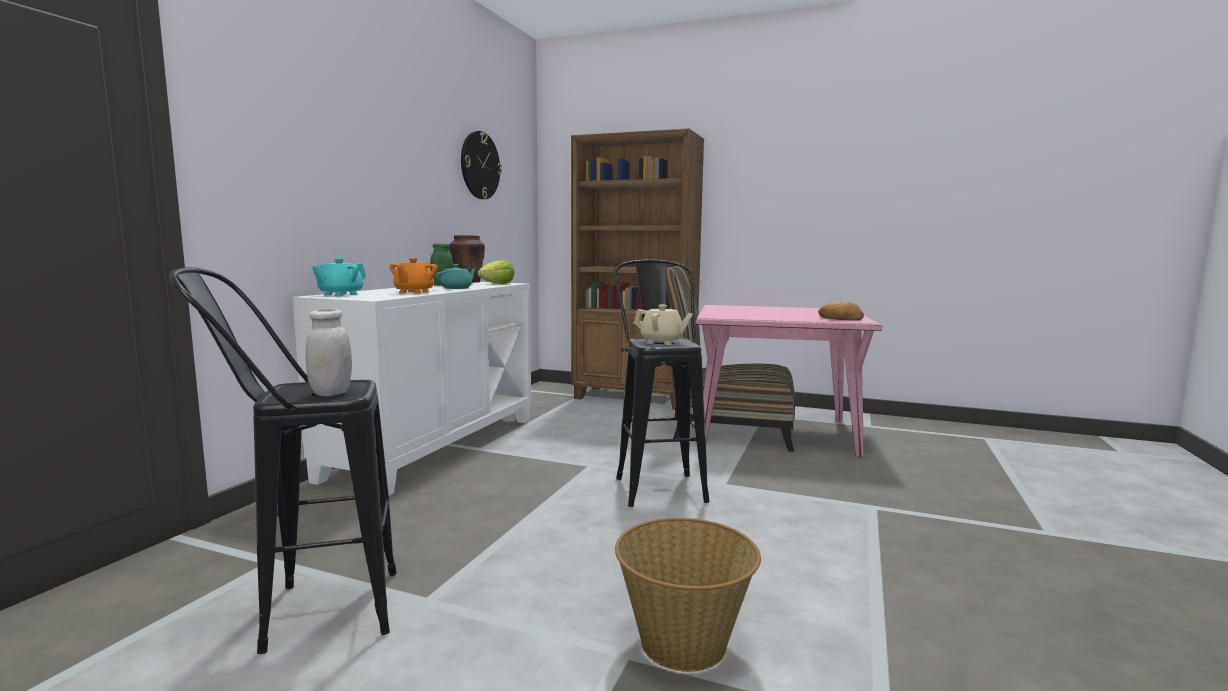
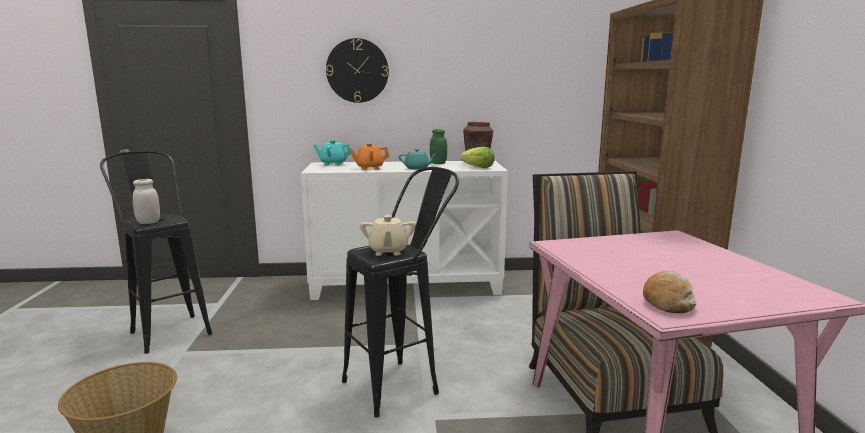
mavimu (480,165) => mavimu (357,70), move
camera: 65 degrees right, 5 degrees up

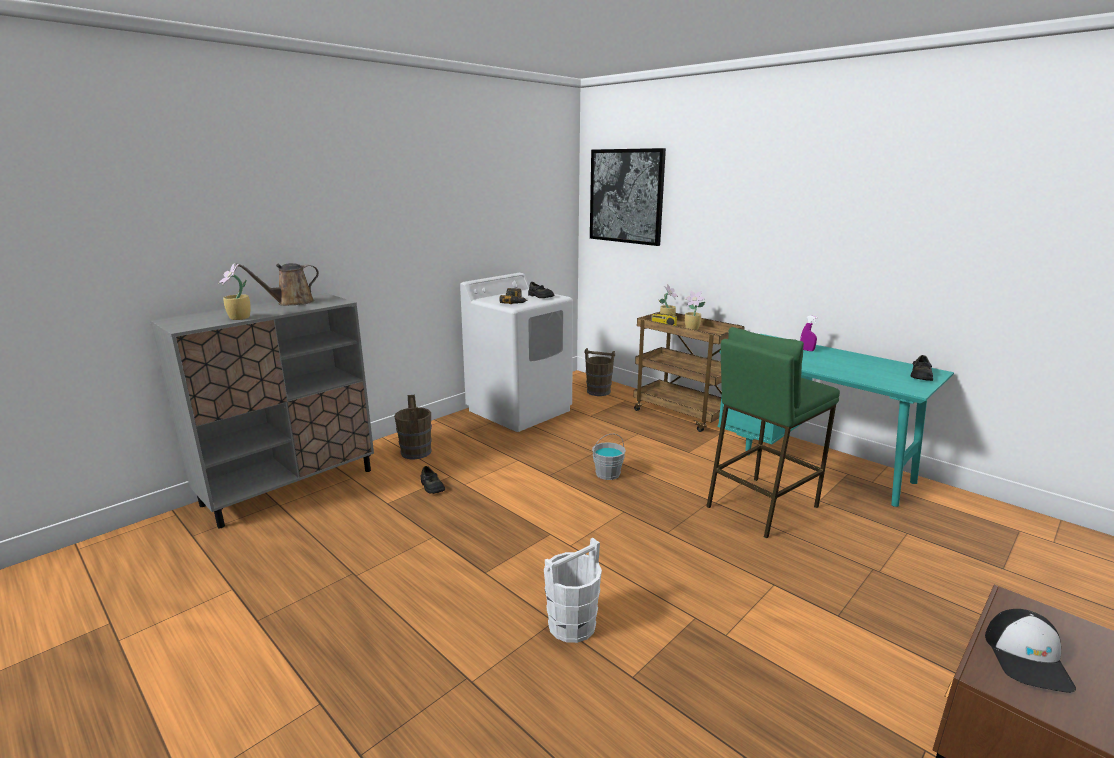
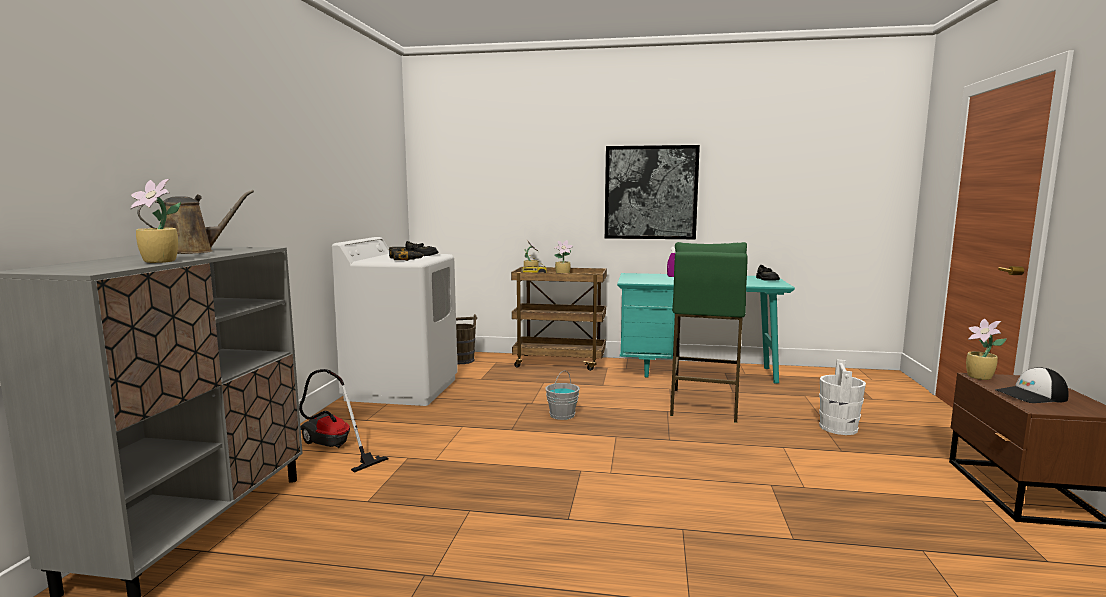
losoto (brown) (292,303) => losoto (brown) (192,251), 150 degrees counterclockwise
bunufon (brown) (416,452) => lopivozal (333,448)
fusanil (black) (432,487) => nothing
bunufon (white) (572,624) => bunufon (white) (838,428), move
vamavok (626,196) => vamavok (650,192), move
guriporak (1028,659) => guriporak (1031,396), 105 degrees clockwise
nothing => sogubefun (980,377)
camera: 35 degrees left, 10 degrees down

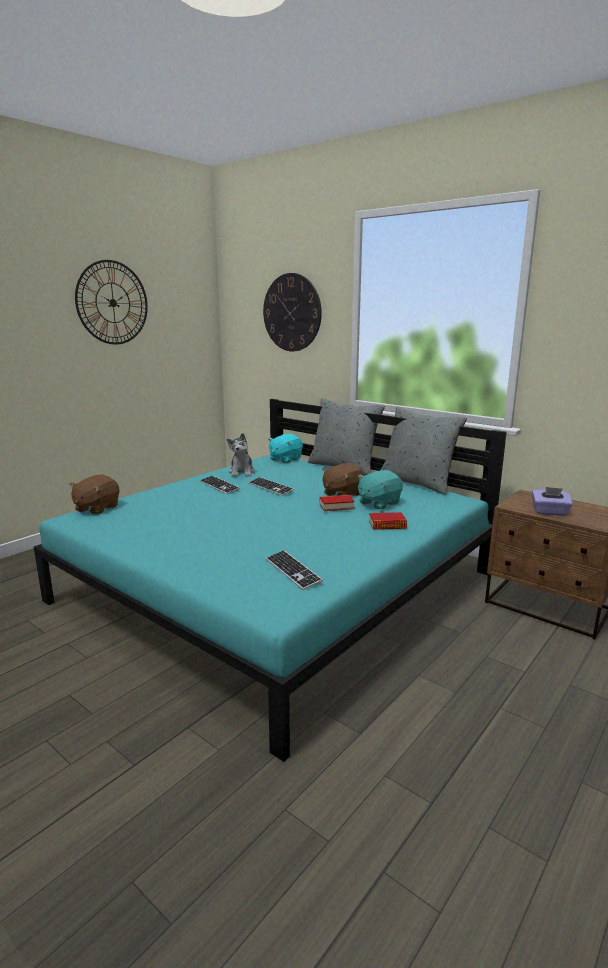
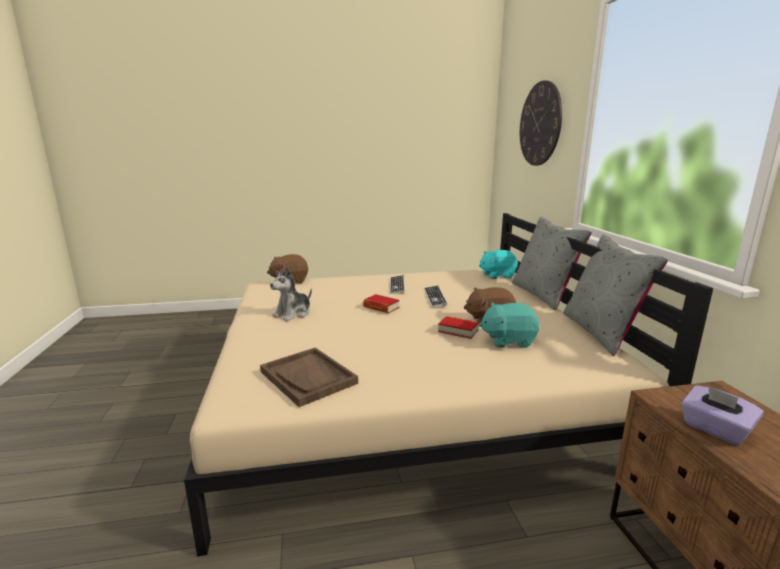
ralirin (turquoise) (278,586) => ralirin (beige) (406,395)
mavimu (112,303) => nothing
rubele (242,472) => rubele (293,313), move
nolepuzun (293,571) => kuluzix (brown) (308,377)
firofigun (387,525) => firofigun (381,307), move
camera: 40 degrees right, 0 degrees up

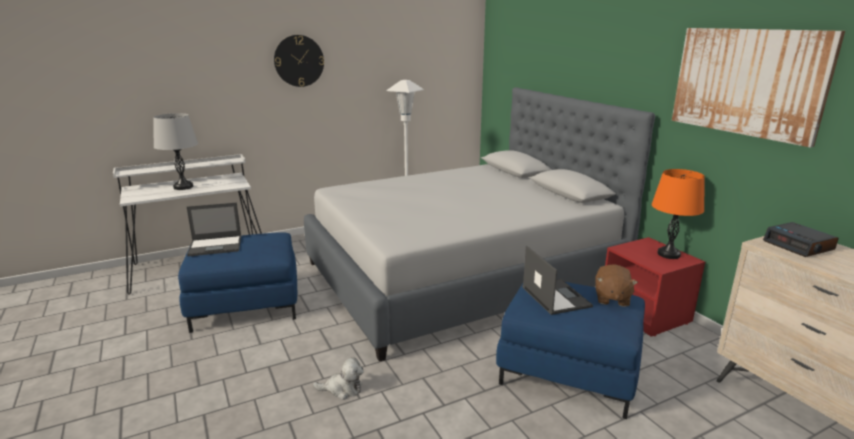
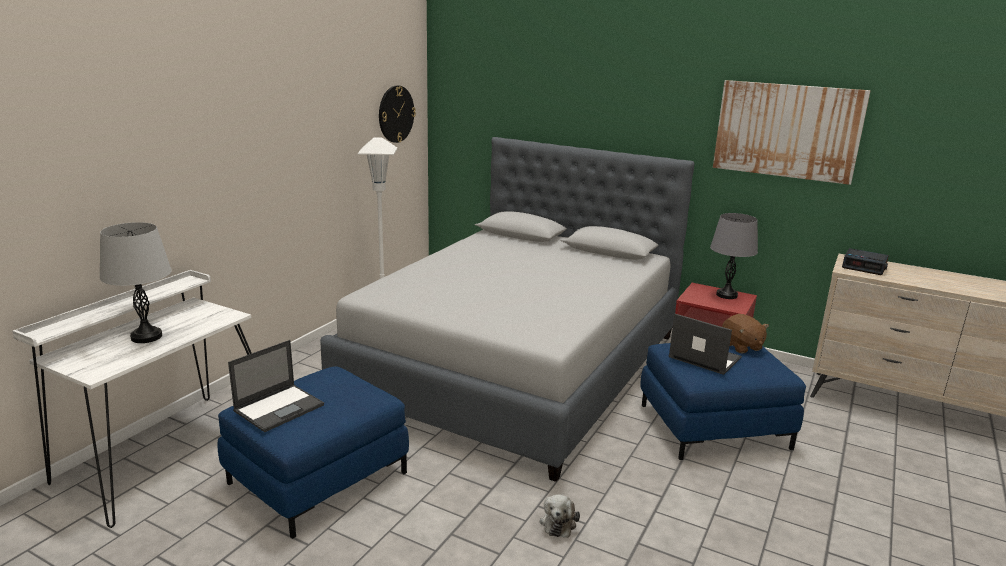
mavimu (299,61) => mavimu (396,114), move
rubele (342,389) => rubele (558,522), 135 degrees clockwise
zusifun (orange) (668,254) => zusifun (grey) (726,295)
camera: 35 degrees left, 0 degrees up

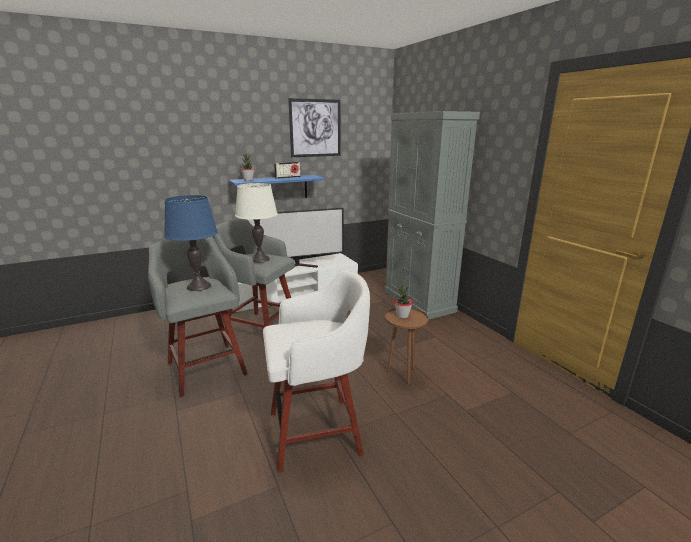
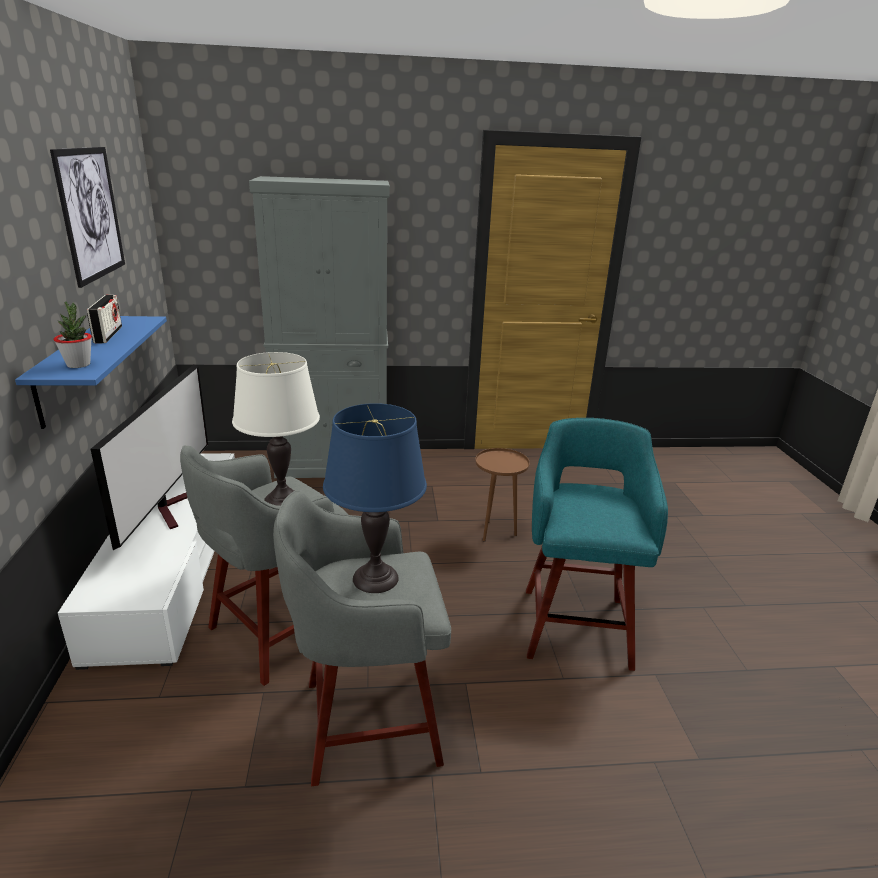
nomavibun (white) (318,431) => nomavibun (turquoise) (576,624)
sogubefun (402,315) => nothing
camera: 70 degrees left, 5 degrees up

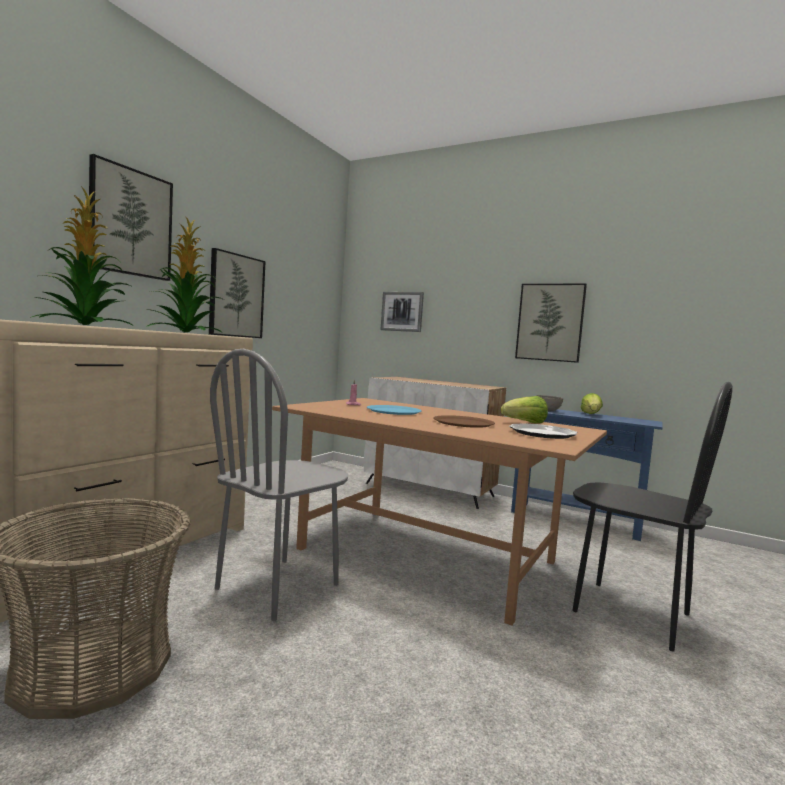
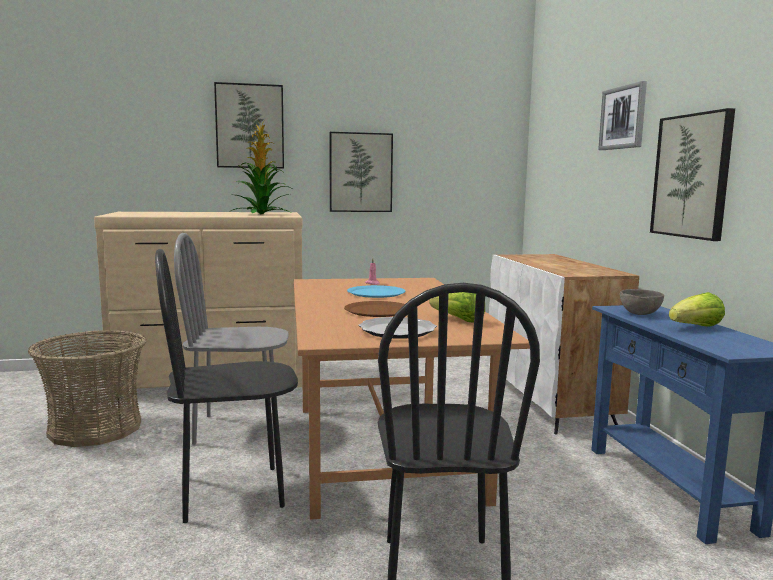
sogubefun (84,325) => nothing
vamavok (402,311) => vamavok (623,117), move
nothing => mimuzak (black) (232,492)
camera: 50 degrees right, 5 degrees up

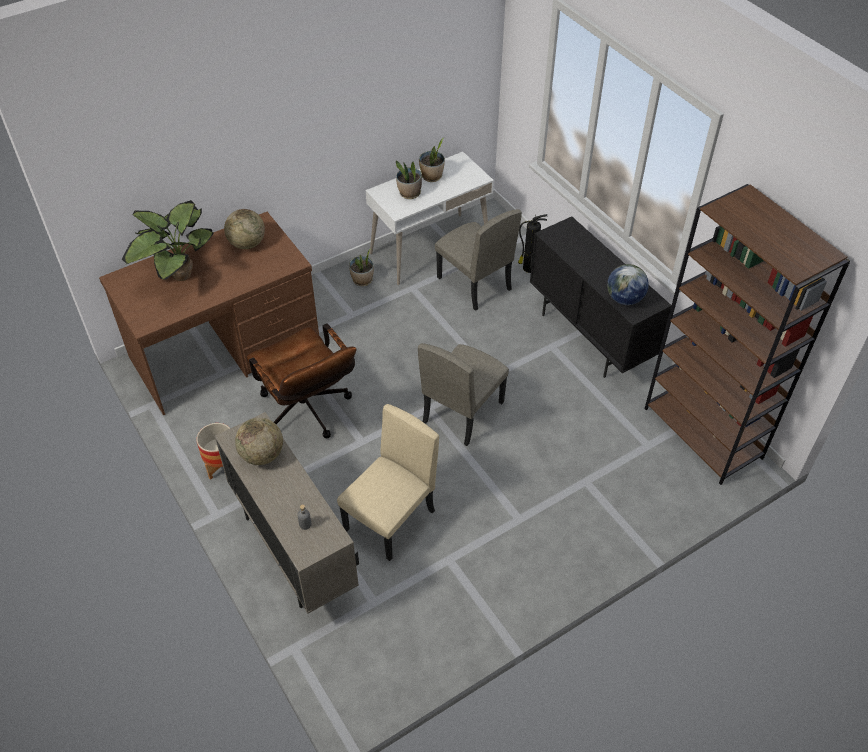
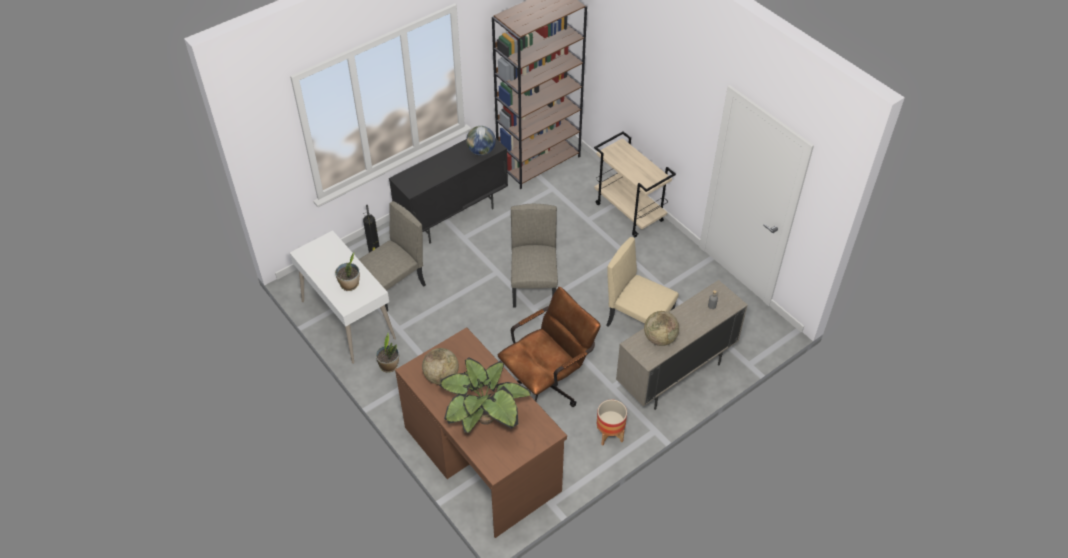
mimuzak (beige) (462,411) => mimuzak (beige) (534,287), 120 degrees counterclockwise
sogubefun (432,177) => nothing
nothing => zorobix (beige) (630,212)
camera: 95 degrees left, 0 degrees up

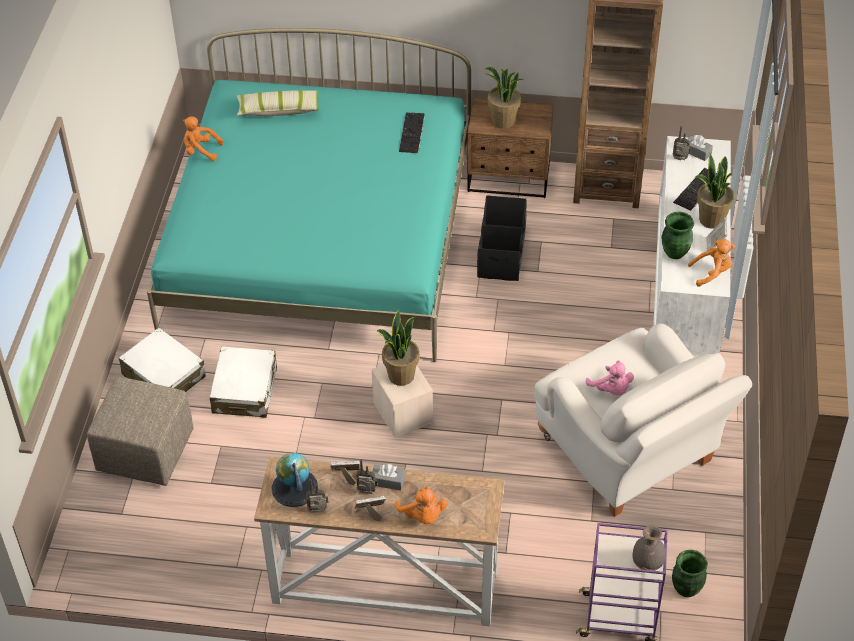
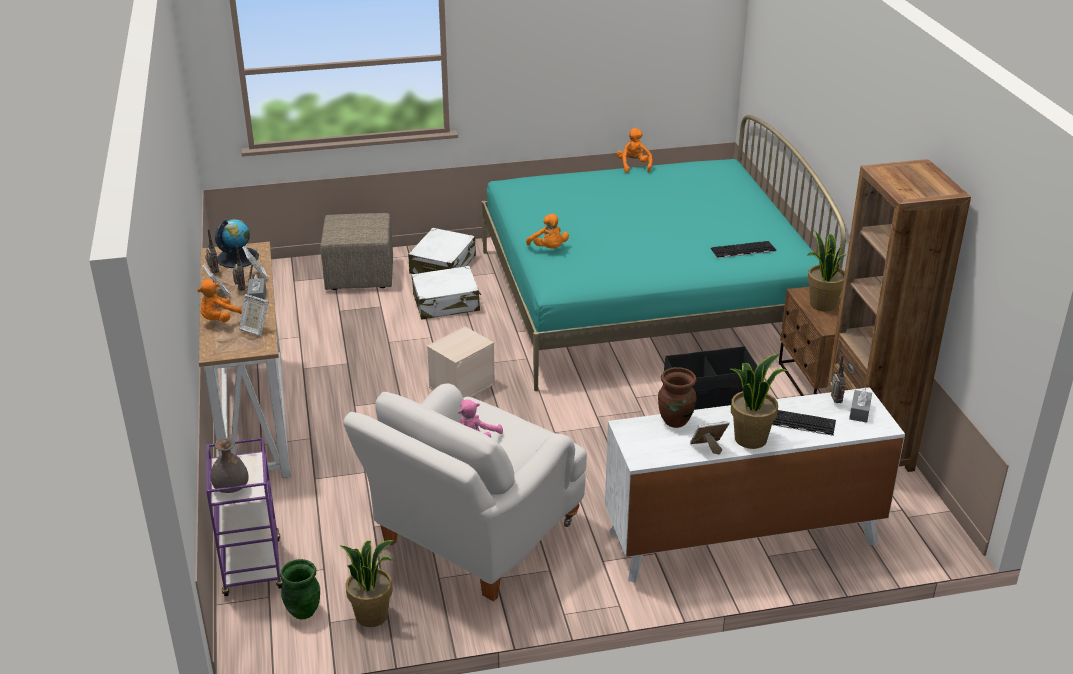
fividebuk (278,110) => nothing
sogubefun (400,375) => sogubefun (372,615), move
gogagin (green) (675,252) => gogagin (brown) (676,421)
rubele (orange) (712,273) => rubele (orange) (548,249), move
nothing => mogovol (254,329)
camera: 70 degrees right, 15 degrees down

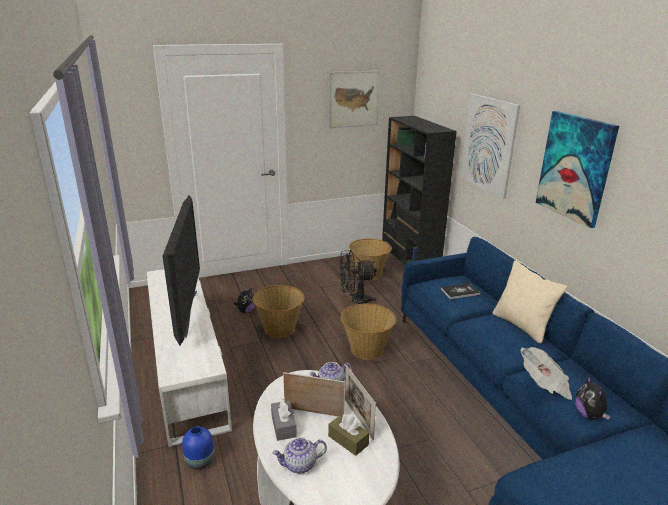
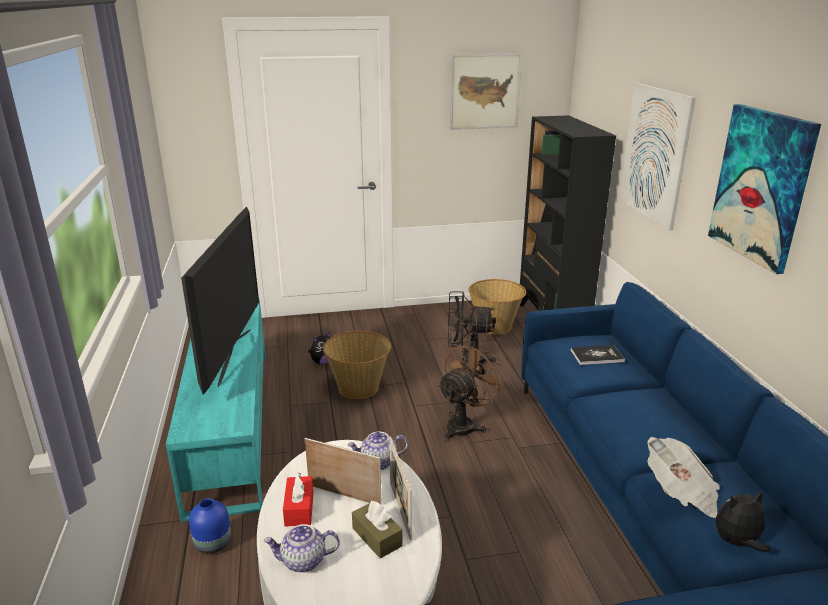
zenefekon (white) (187,365) => zenefekon (turquoise) (231,423)
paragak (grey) (283,426) => paragak (red) (299,508)
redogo (366,350) => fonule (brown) (465,425)
fividebuk (beige) (522,326) => nothing
rubele (589,415) => rubele (737,542), 75 degrees clockwise
camera: 10 degrees right, 0 degrees up

